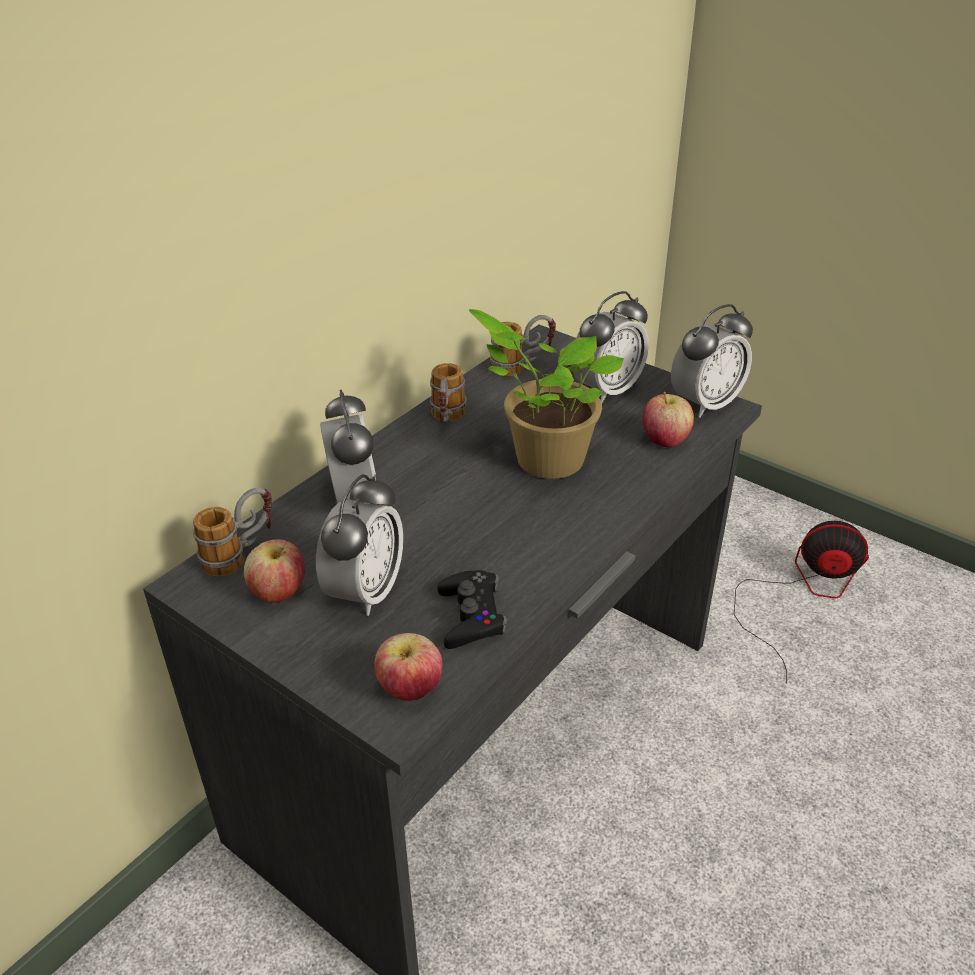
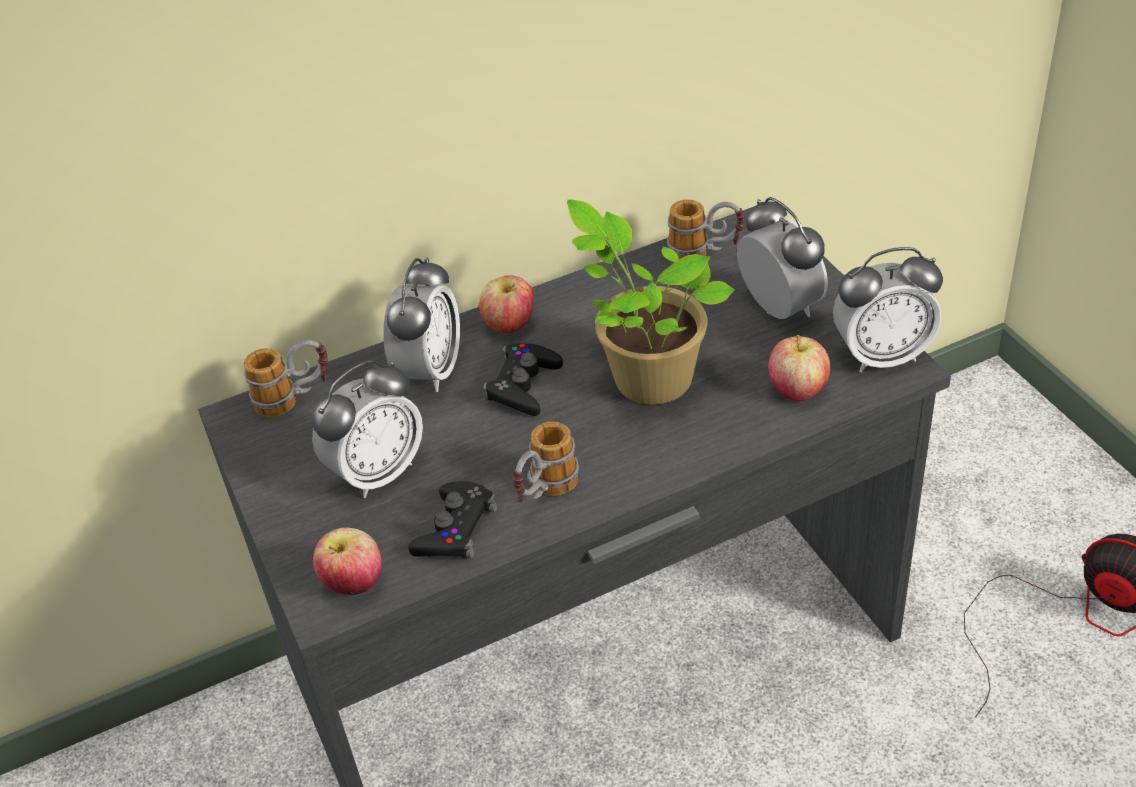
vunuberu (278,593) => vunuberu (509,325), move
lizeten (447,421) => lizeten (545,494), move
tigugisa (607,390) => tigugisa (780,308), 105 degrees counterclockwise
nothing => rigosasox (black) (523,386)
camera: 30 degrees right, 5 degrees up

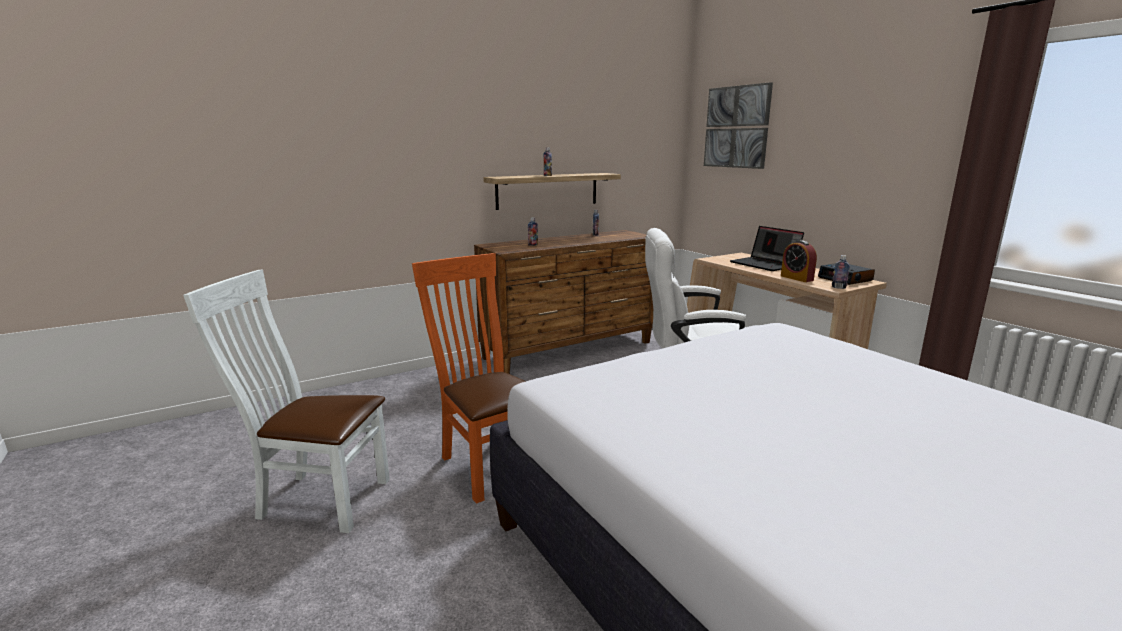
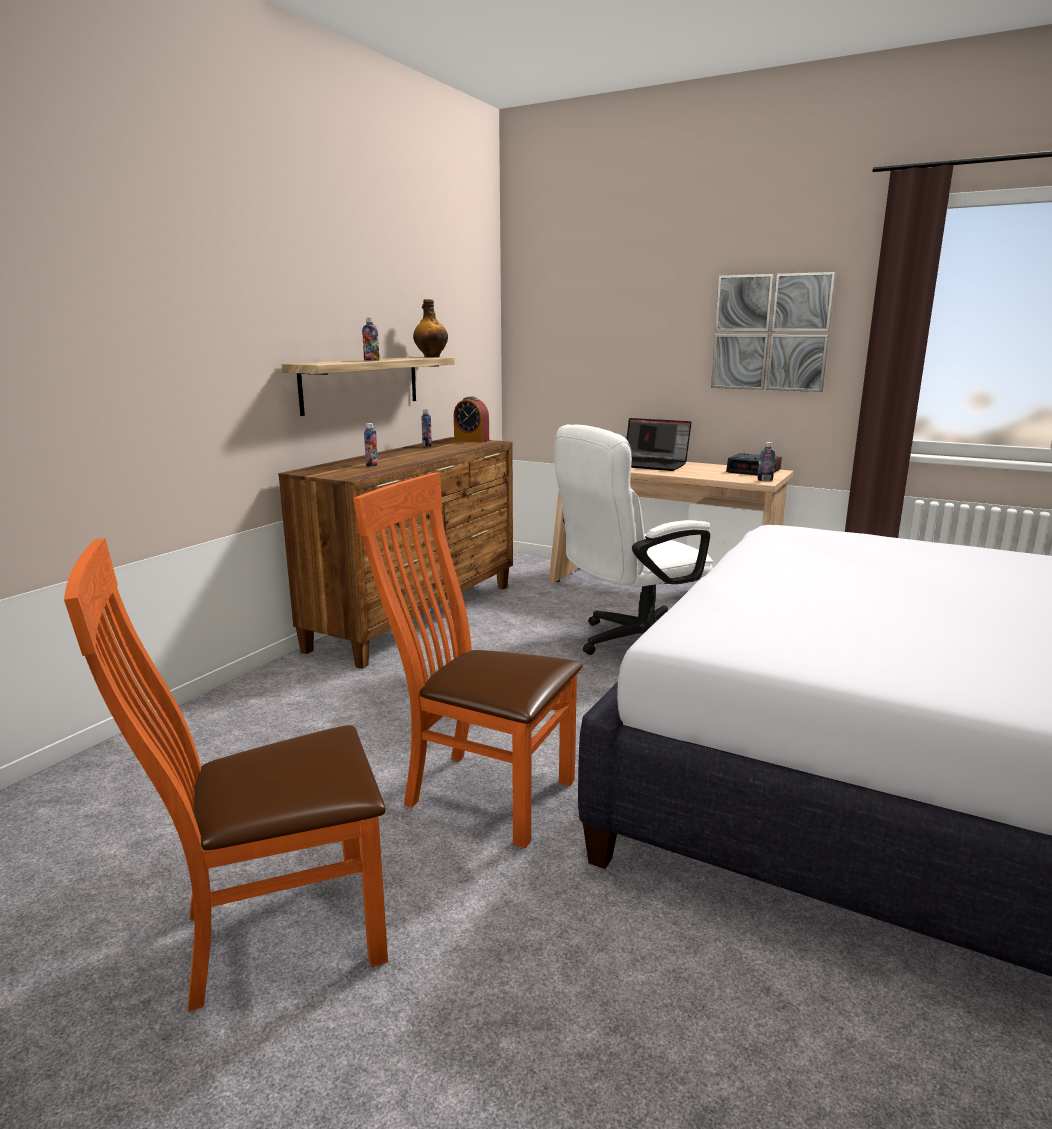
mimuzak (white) (317,499) => mimuzak (orange) (270,934)
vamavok (736,127) => vamavok (770,333), move
tigugisa (796,278) => tigugisa (471,439), move
nothing => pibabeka (431,357)
camera: 30 degrees left, 0 degrees up

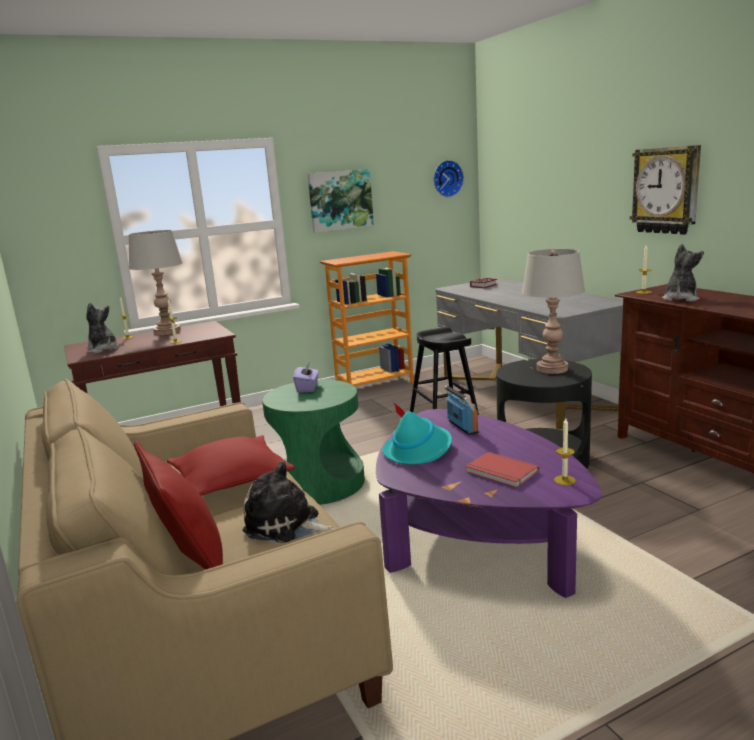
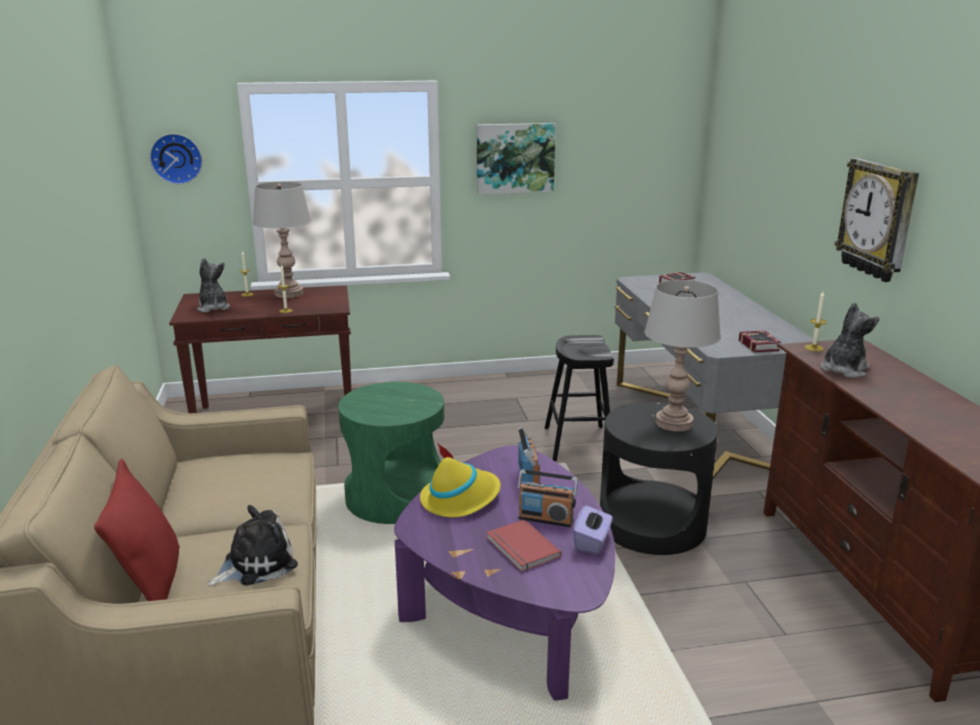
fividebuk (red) (231,479) => nothing
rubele (285,525) => rubele (256,564), 105 degrees clockwise
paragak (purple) (308,388) => paragak (purple) (592,542), move
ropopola (375,386) => nothing
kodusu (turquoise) (418,451) => kodusu (yellow) (460,499)
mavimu (447,178) => mavimu (176,158), move
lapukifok (564,480) => nothing
nothing => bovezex (546,519)
nothing => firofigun (759,344)
camera: 15 degrees right, 5 degrees up

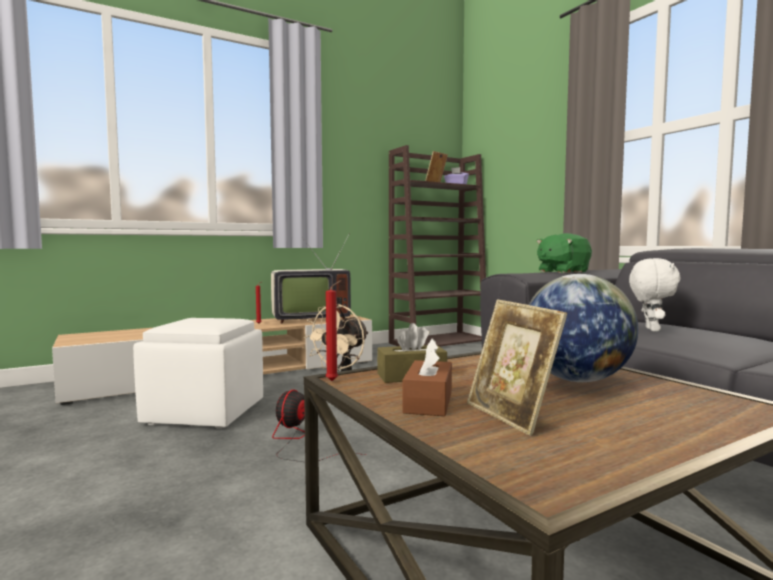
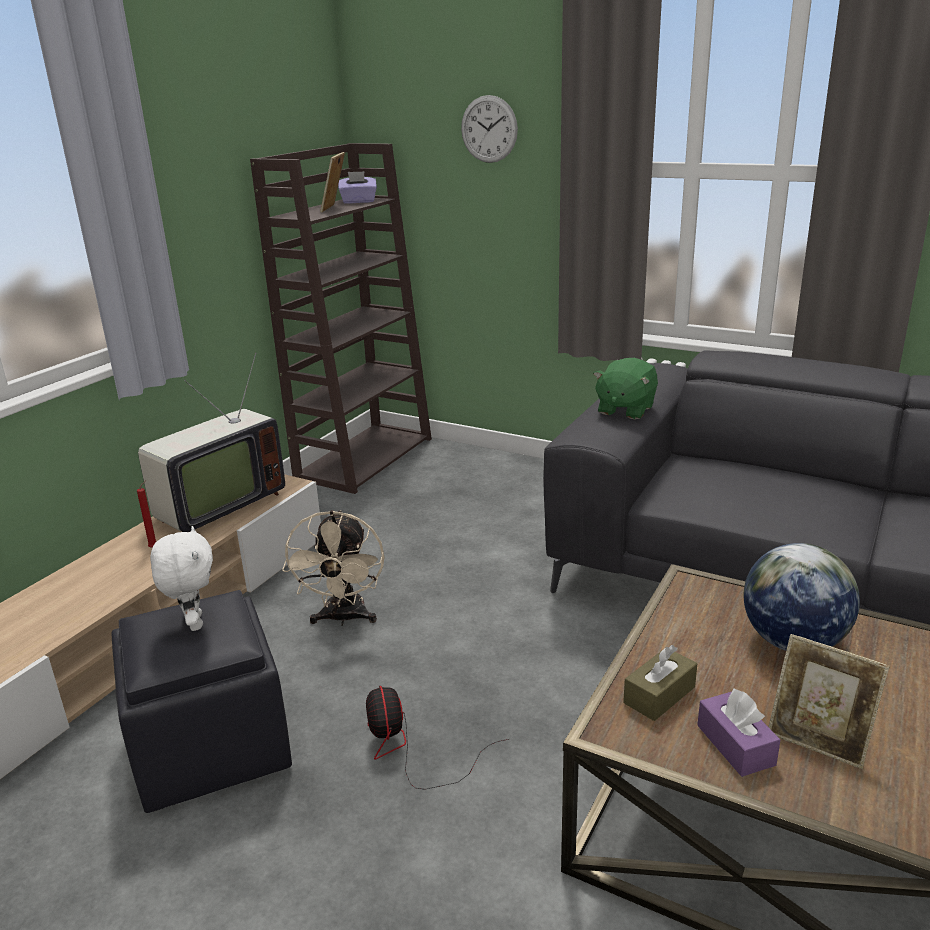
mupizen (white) (204,412) => mupizen (black) (209,746)
lapukifok (red) (334,381) => nothing
paragak (brown) (428,402) => paragak (purple) (735,745)
rubele (white) (650,329) => rubele (white) (193,623), move
nothing => mavimu (489,129)
camera: 30 degrees left, 20 degrees up

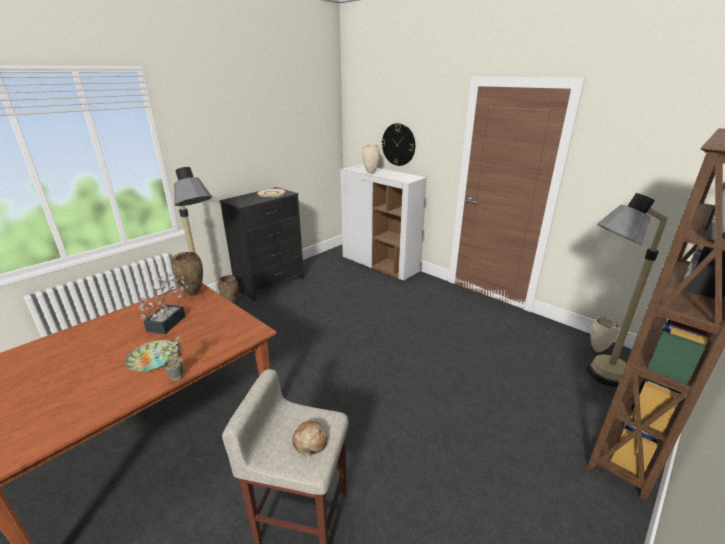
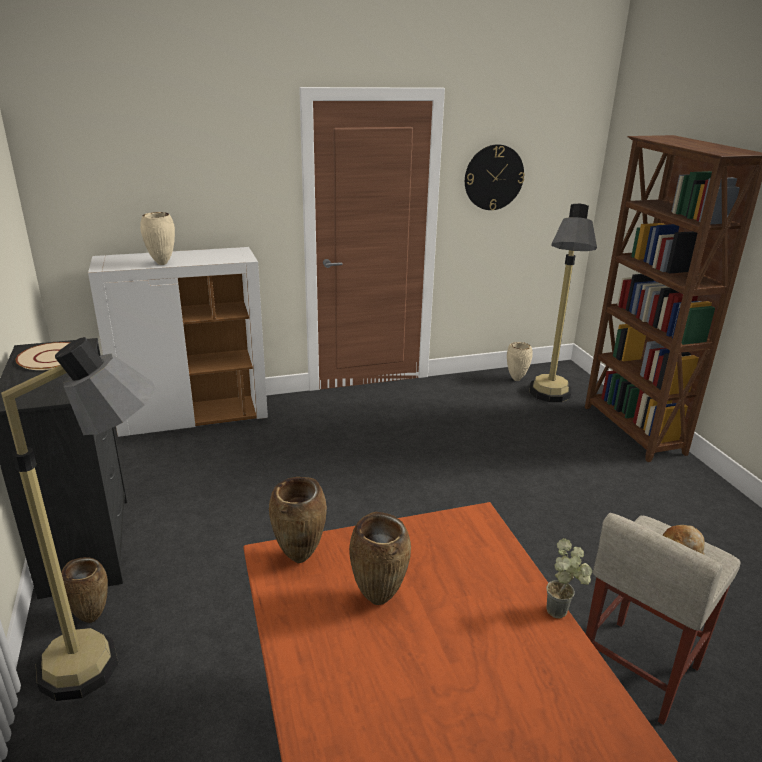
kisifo (153,358) => nothing
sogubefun (169,321) => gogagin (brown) (379,600)
mavimu (398,144) => mavimu (493,177), move
camera: 60 degrees left, 0 degrees up

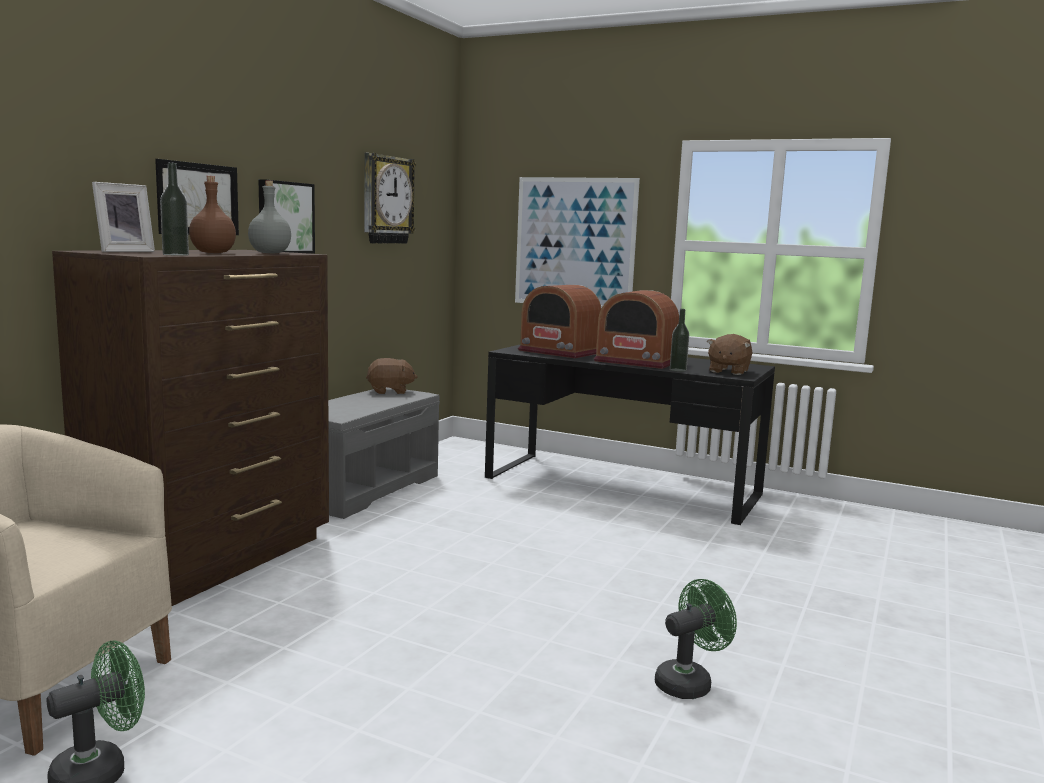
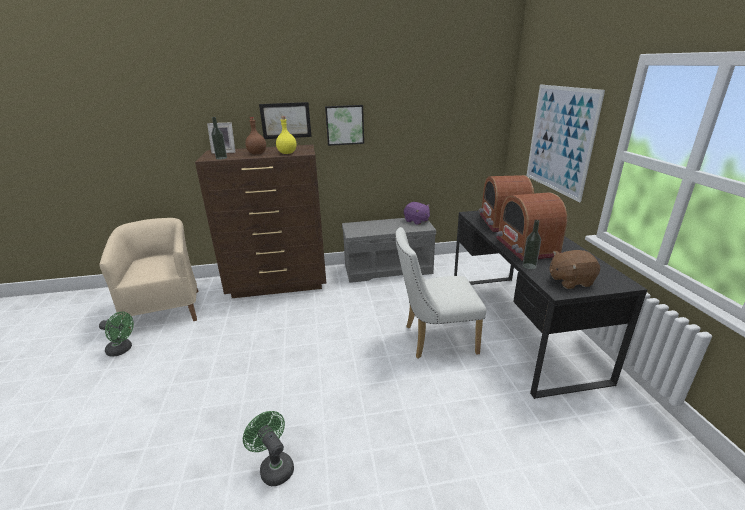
pibabeka (grey) (271,253) => pibabeka (yellow) (287,153)
mavimu (386,200) => nothing
rubele (brown) (390,391) => rubele (purple) (416,221)
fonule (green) (689,682) => fonule (green) (274,467), 150 degrees counterclockwise
nothing => mimuzak (white) (434,339)
camera: 55 degrees right, 15 degrees up

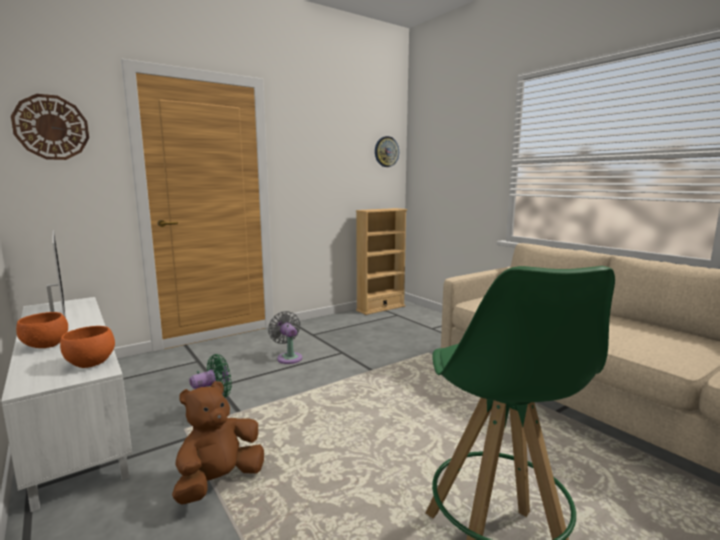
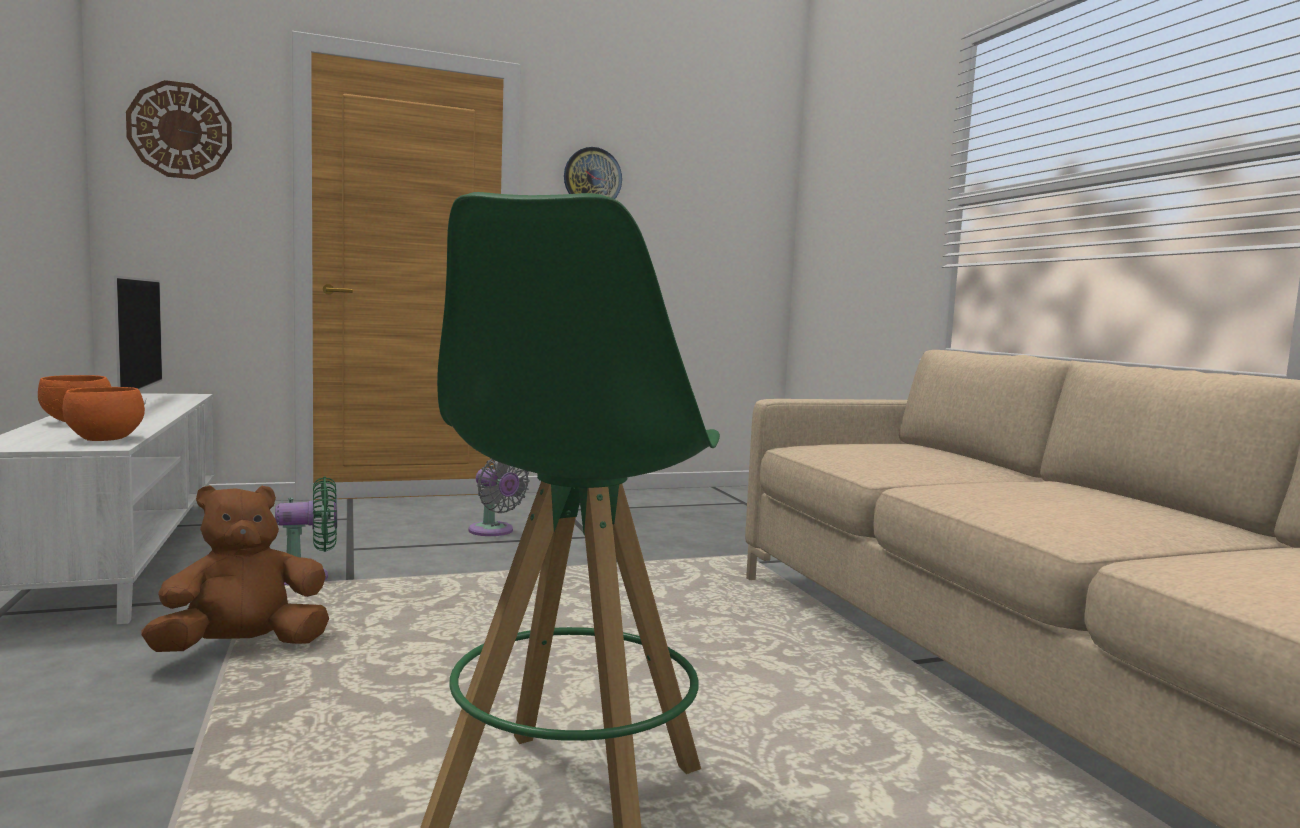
fonule (grey) (288,357) => fonule (grey) (494,531), 150 degrees clockwise
ropopola (beige) (380,308) => nothing
mavimu (386,151) => mavimu (592,178), move
camera: 15 degrees right, 5 degrees down

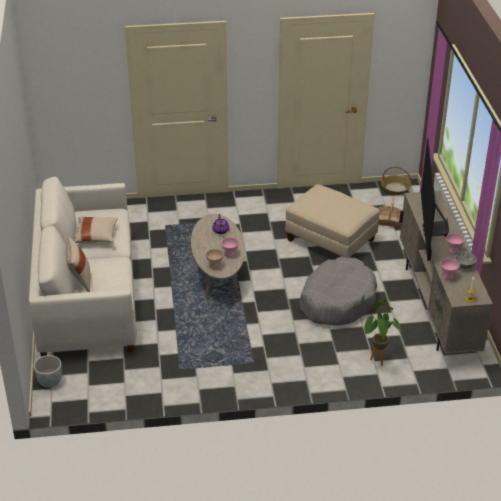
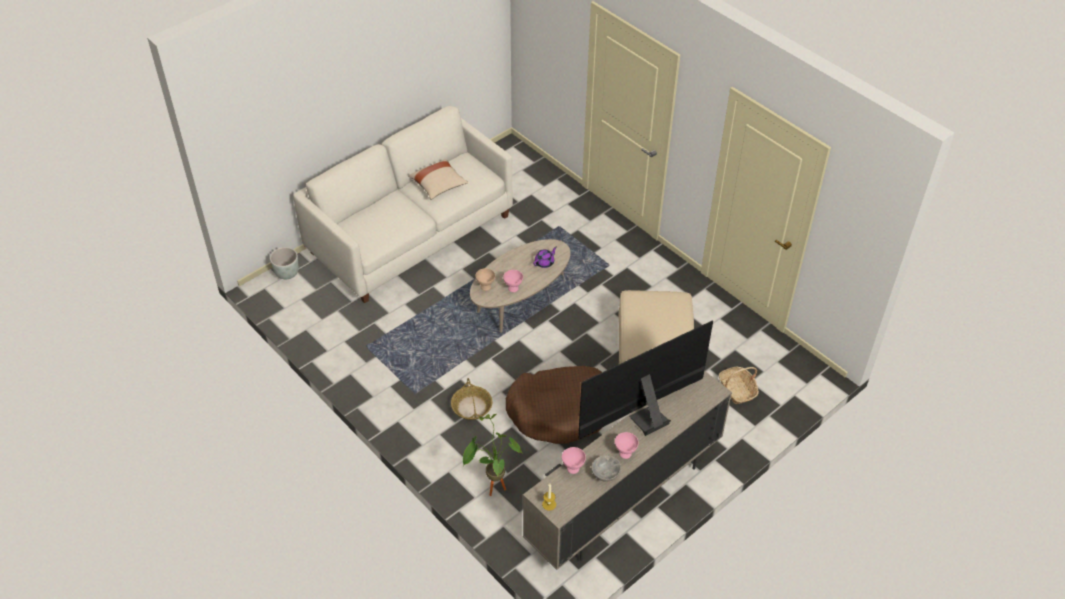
fividebuk (beige) (80,280) => nothing
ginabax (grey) (337,300) => ginabax (brown) (561,411)
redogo (396,188) => redogo (472,407), move
camera: 55 degrees right, 10 degrees up

